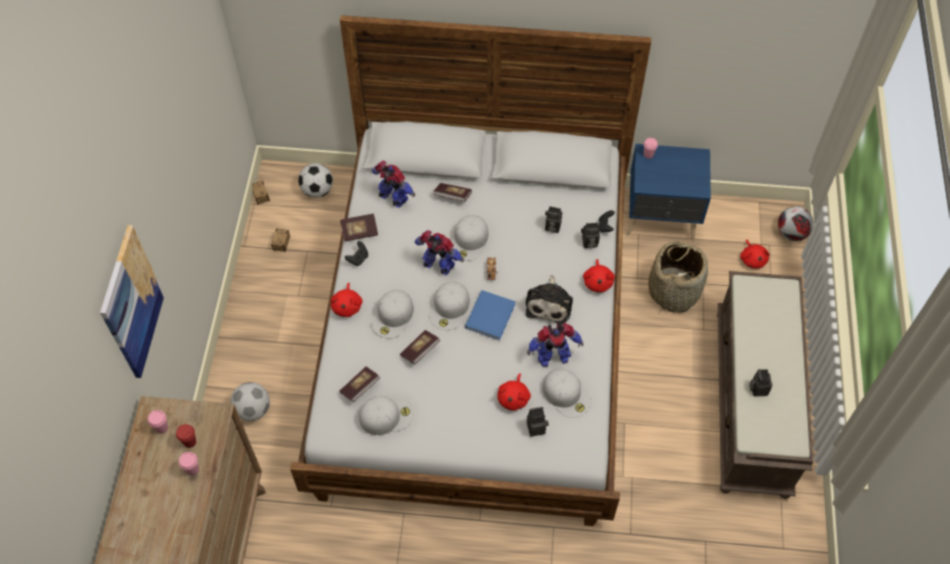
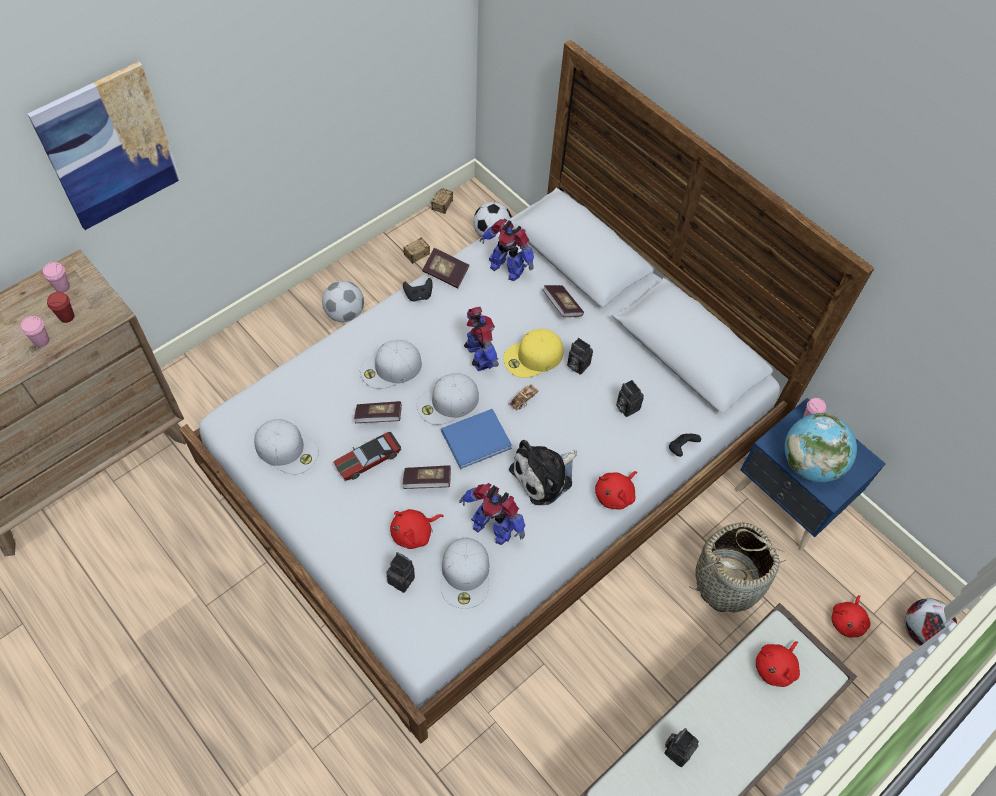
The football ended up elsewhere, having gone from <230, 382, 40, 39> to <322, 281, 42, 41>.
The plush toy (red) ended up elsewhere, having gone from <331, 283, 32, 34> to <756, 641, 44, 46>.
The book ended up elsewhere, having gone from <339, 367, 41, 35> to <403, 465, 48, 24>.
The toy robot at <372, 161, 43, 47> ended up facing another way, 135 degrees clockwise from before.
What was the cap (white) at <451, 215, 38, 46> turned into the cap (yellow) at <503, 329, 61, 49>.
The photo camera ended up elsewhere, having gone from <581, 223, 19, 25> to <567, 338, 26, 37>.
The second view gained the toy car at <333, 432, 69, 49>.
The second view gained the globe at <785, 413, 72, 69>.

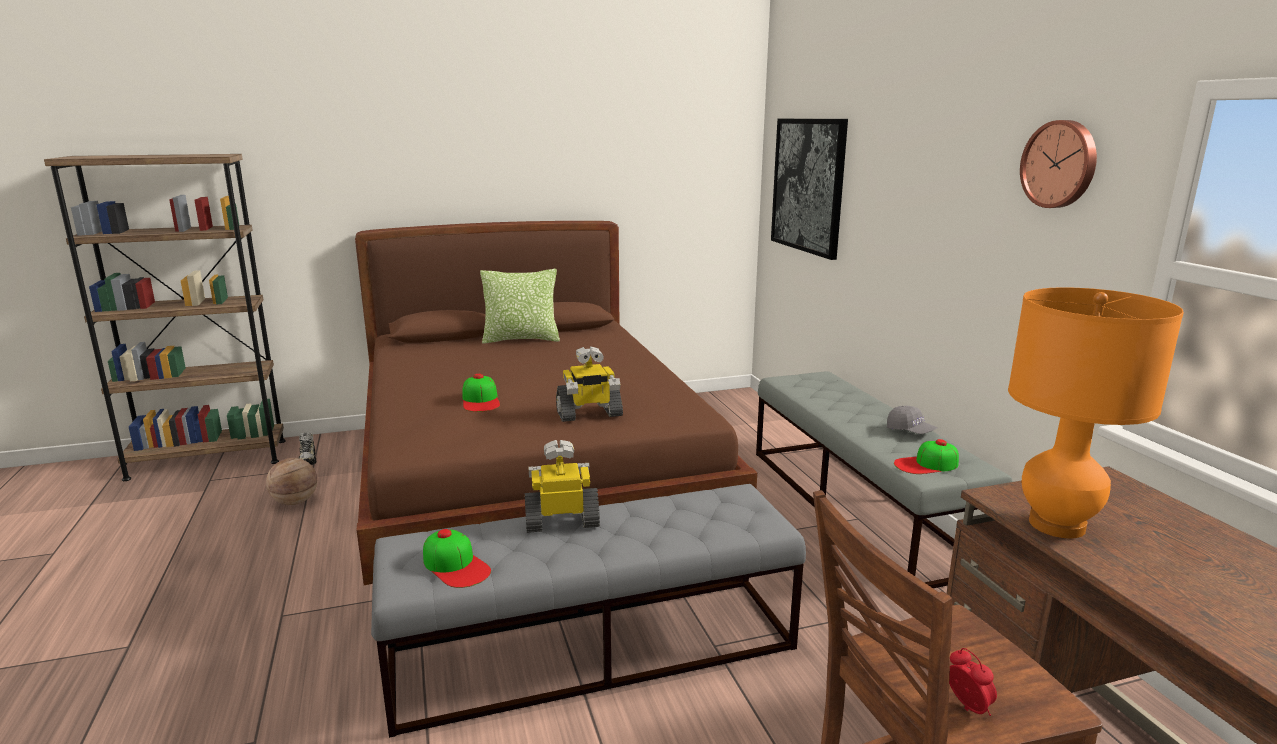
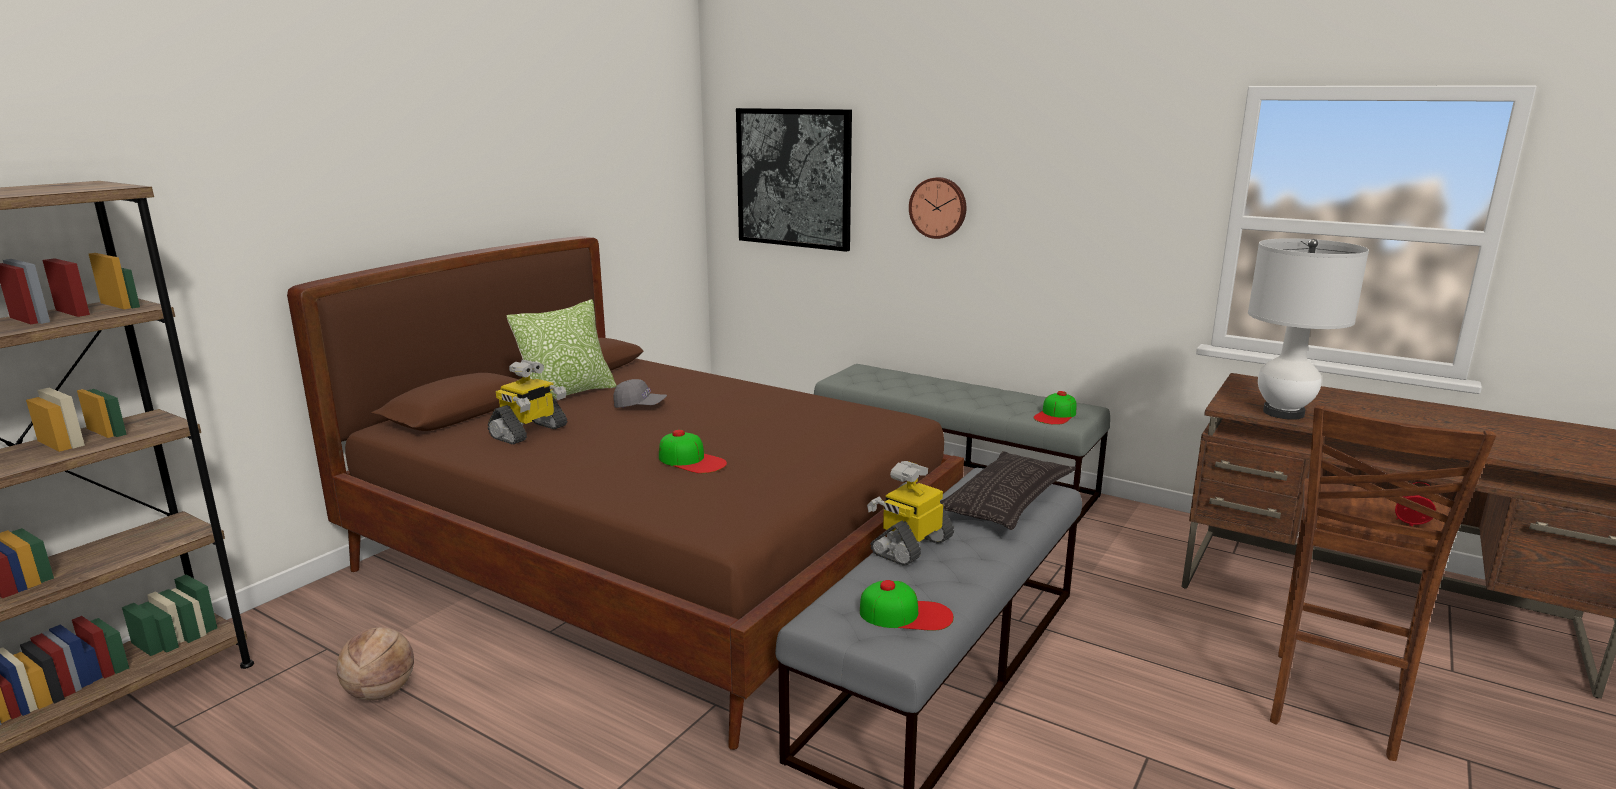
The second view lost the shoe at <299, 432, 17, 33>.
The toy robot ended up elsewhere, having gone from <556, 346, 67, 76> to <488, 360, 79, 85>.
The cap (grey) ended up elsewhere, having gone from <887, 406, 51, 28> to <613, 379, 54, 29>.
What was the table lamp (orange) at <1008, 287, 176, 252> turned into the table lamp (white) at <1248, 238, 121, 182>.
The wall clock ended up elsewhere, having gone from <1020, 120, 77, 88> to <909, 177, 57, 62>.
The second view gained the pillow at <940, 451, 136, 79>.

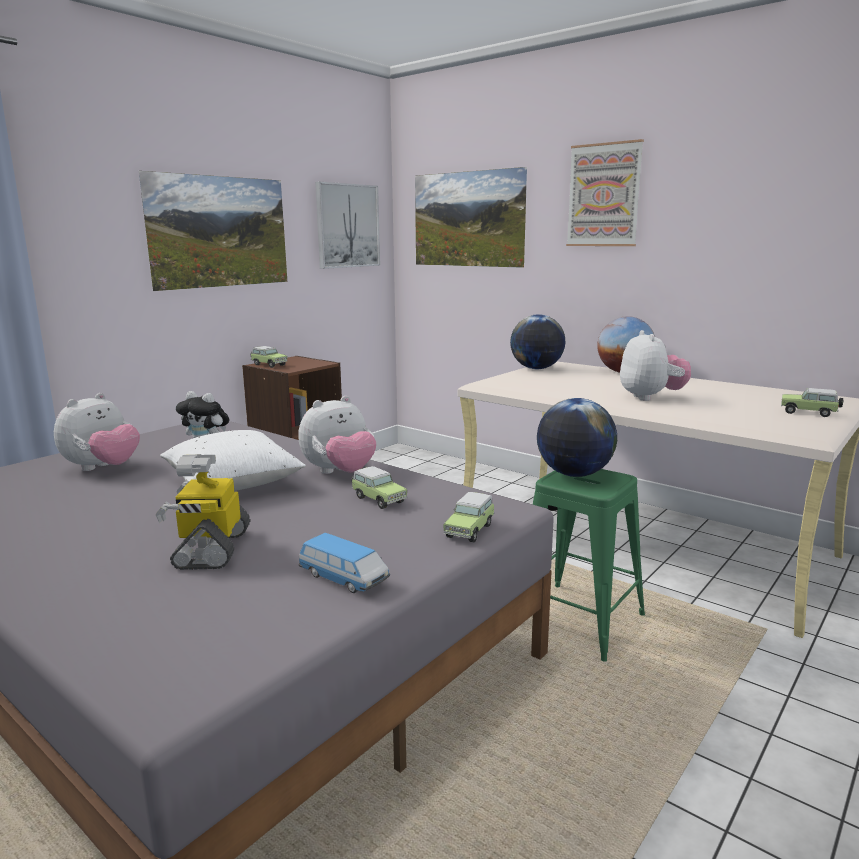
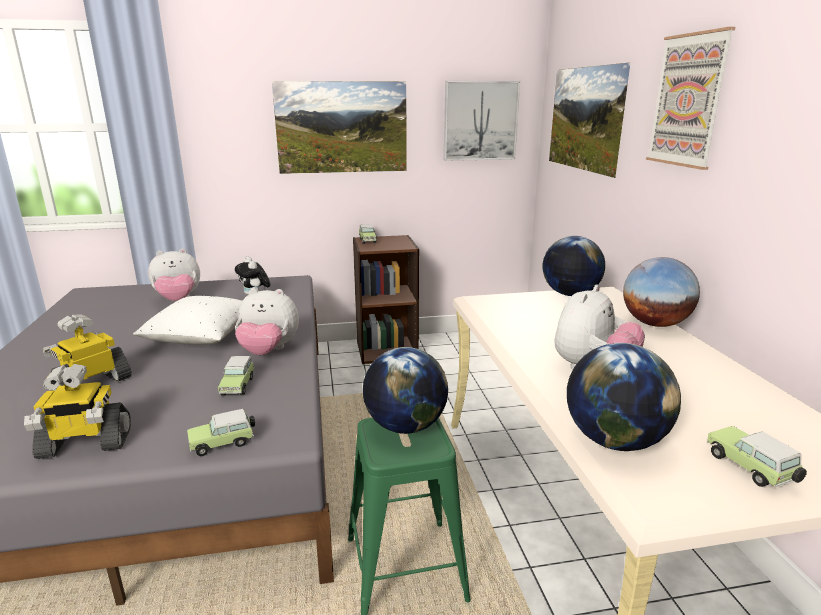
Where the toy car stood at <299, 533, 91, 60>, the toy robot came to stand at <24, 364, 107, 95>.
The second view gained the globe at <567, 343, 114, 108>.

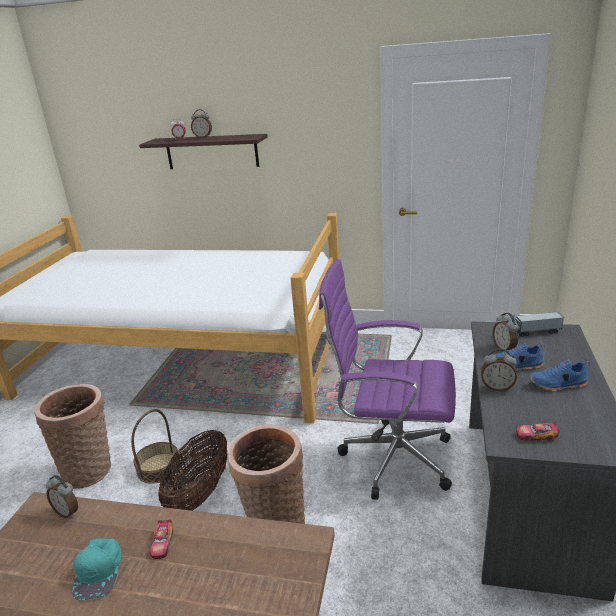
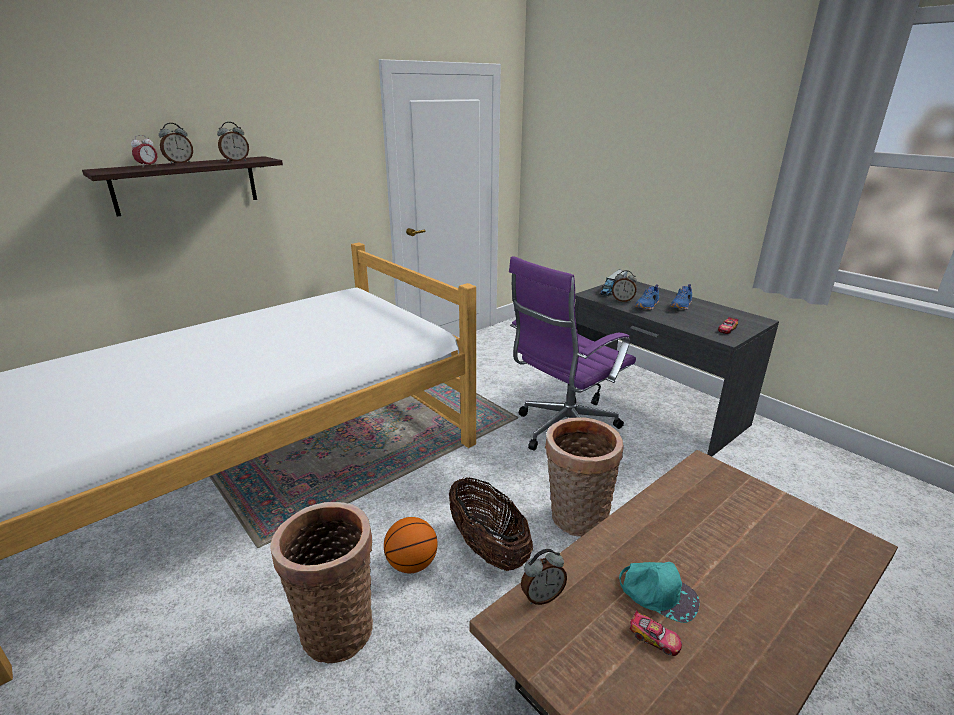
Where the basket stood at <131, 409, 47, 75>, the basketball came to stand at <384, 517, 54, 56>.
The toy car ended up elsewhere, having gone from <150, 520, 23, 39> to <630, 610, 52, 46>.
The alarm clock ended up elsewhere, having gone from <481, 349, 36, 42> to <217, 122, 32, 40>.

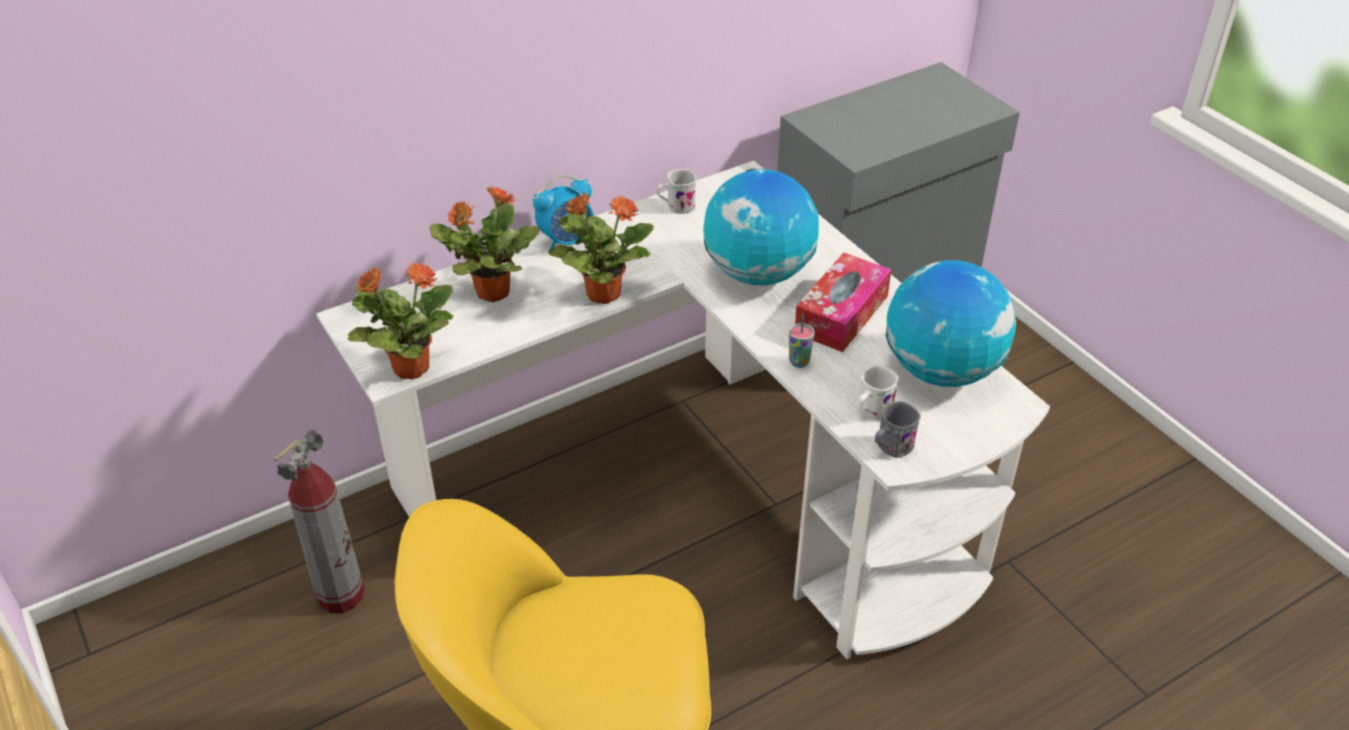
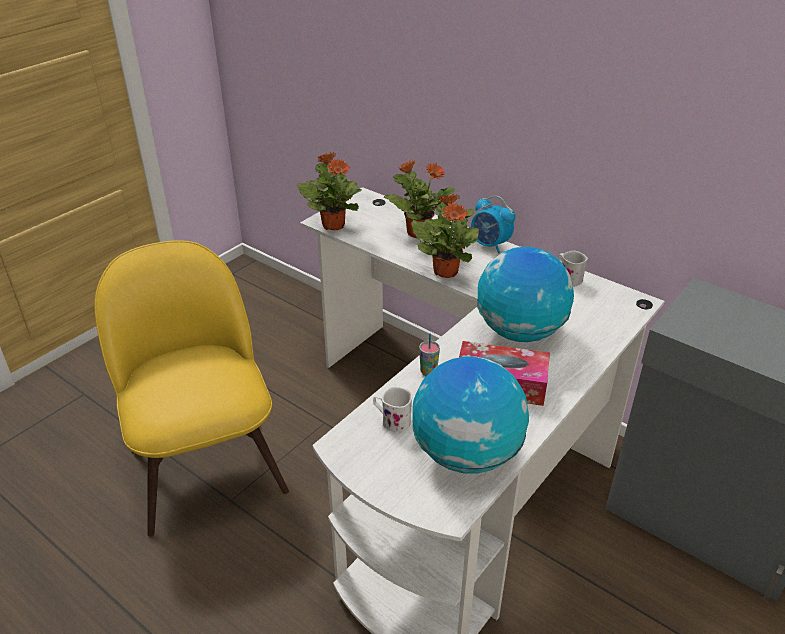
The second view lost the fire extinguisher at <274, 429, 91, 184>.
The second view lost the mug (grey) at <875, 401, 46, 57>.

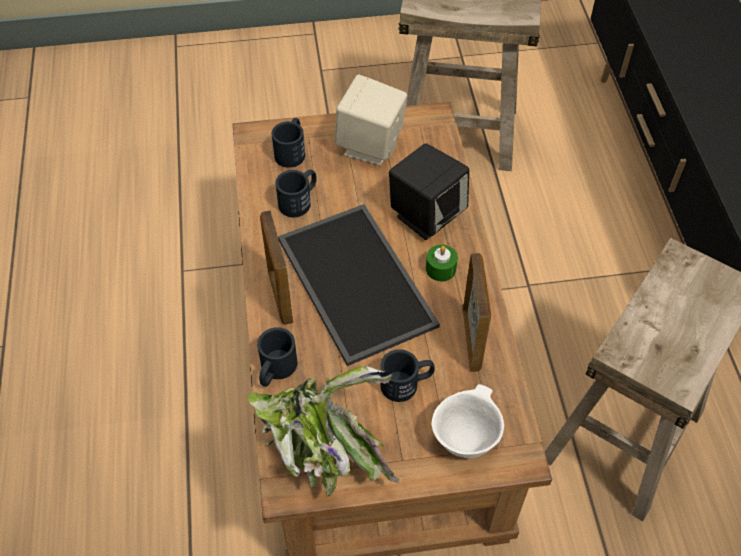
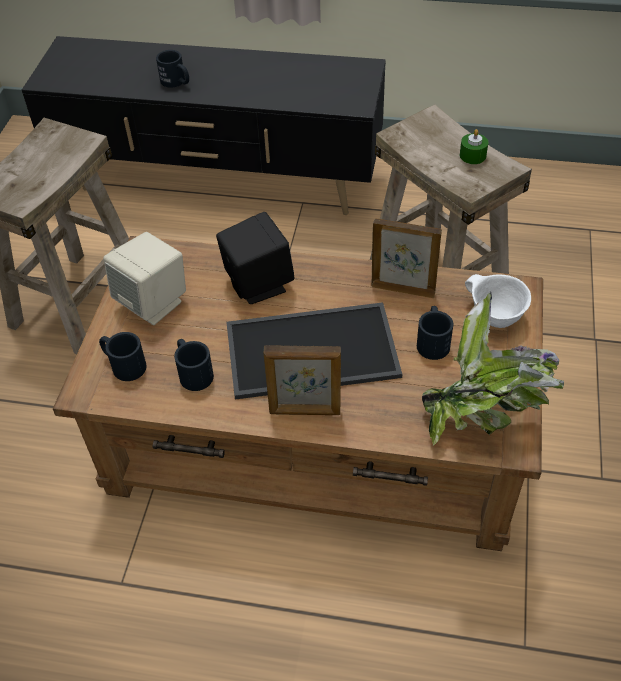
The mug (black) ended up elsewhere, having gone from <257, 327, 40, 59> to <156, 50, 33, 38>.
The candle (green) ended up elsewhere, having gone from <426, 245, 32, 36> to <460, 129, 28, 35>.

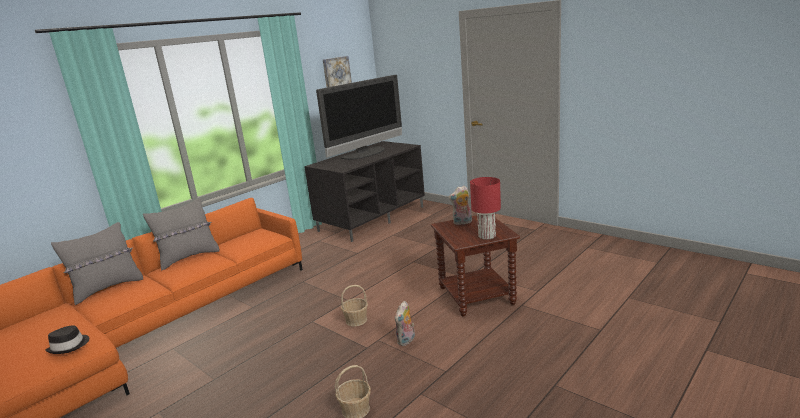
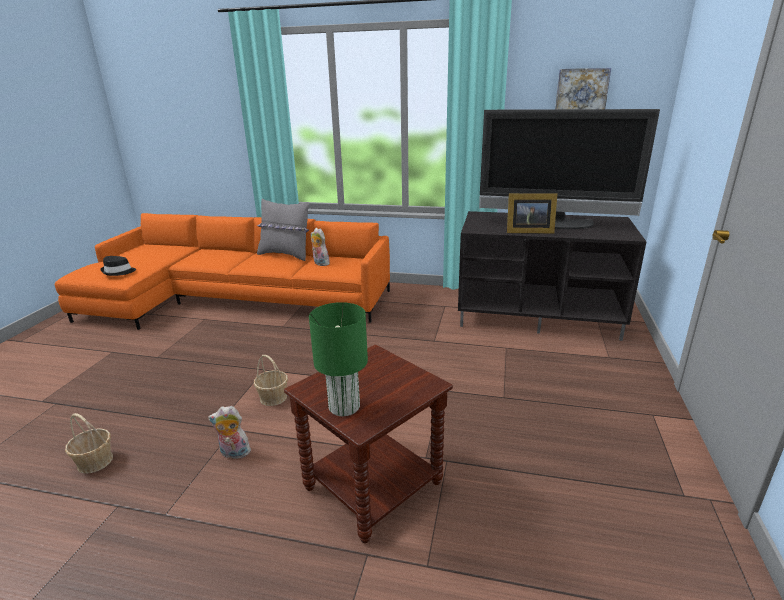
The second view lost the pillow (grey) at <51, 222, 92, 83>.
The plush toy ended up elsewhere, having gone from <449, 185, 23, 40> to <311, 228, 19, 38>.
What was the table lamp (red) at <470, 177, 31, 62> turned into the table lamp (green) at <309, 302, 59, 114>.
The second view gained the picture frame at <507, 193, 50, 41>.

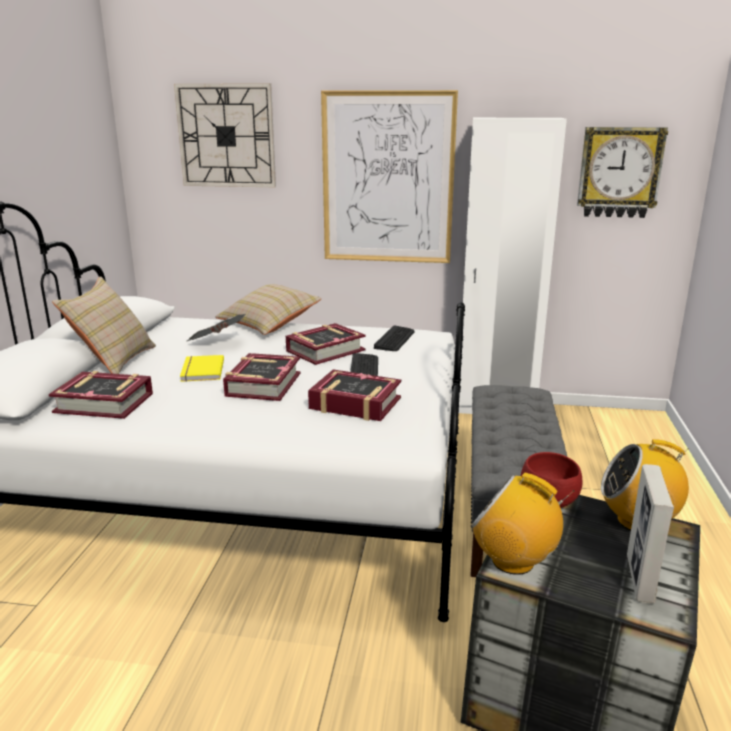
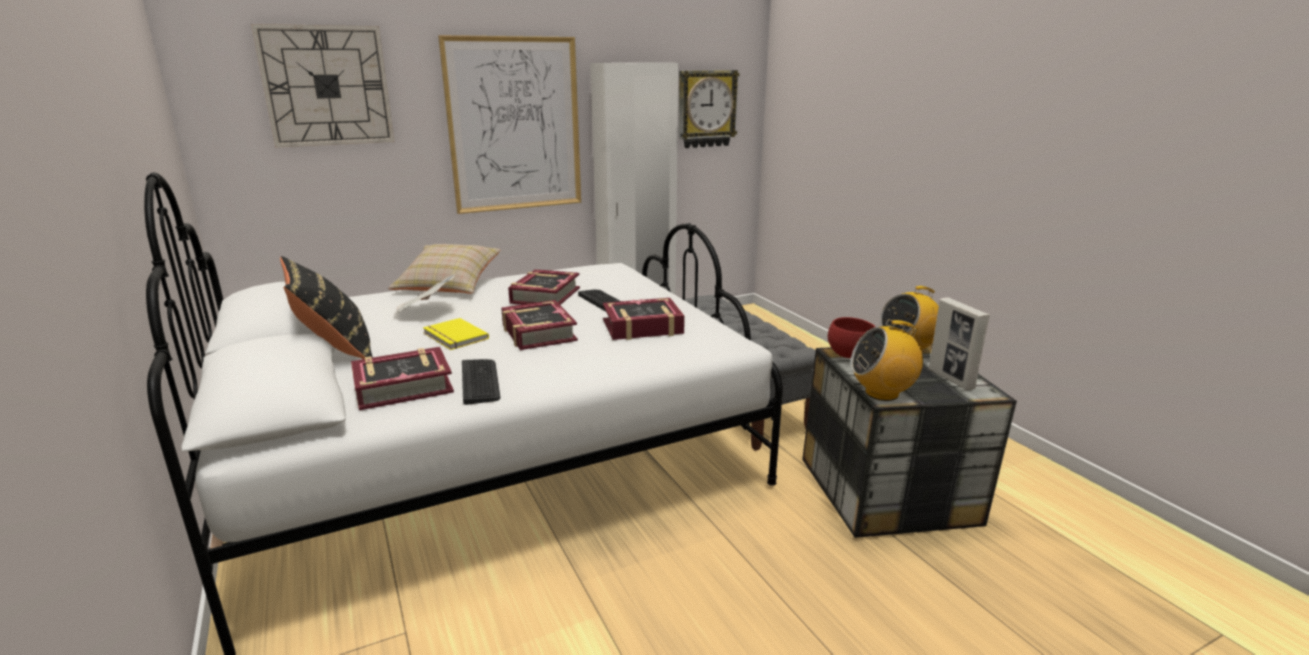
What was the pillow (beige) at <52, 276, 104, 98> turned into the pillow (black) at <280, 256, 93, 103>.
The keyboard ended up elsewhere, having gone from <374, 325, 41, 26> to <462, 359, 38, 46>.

